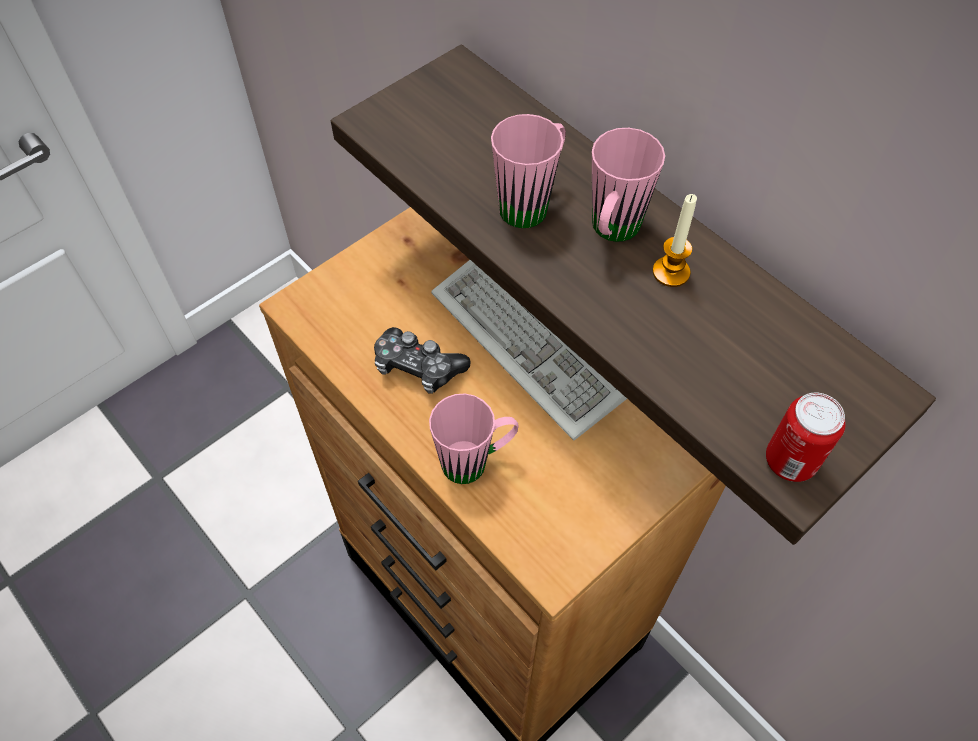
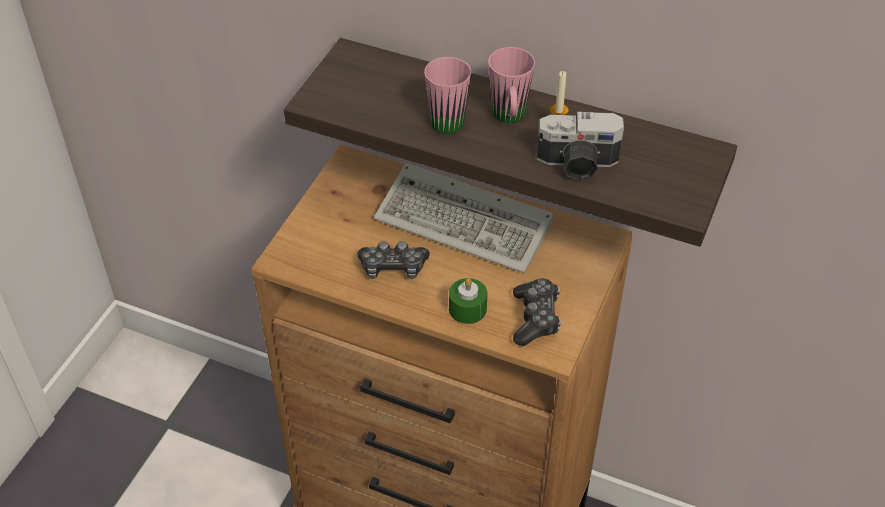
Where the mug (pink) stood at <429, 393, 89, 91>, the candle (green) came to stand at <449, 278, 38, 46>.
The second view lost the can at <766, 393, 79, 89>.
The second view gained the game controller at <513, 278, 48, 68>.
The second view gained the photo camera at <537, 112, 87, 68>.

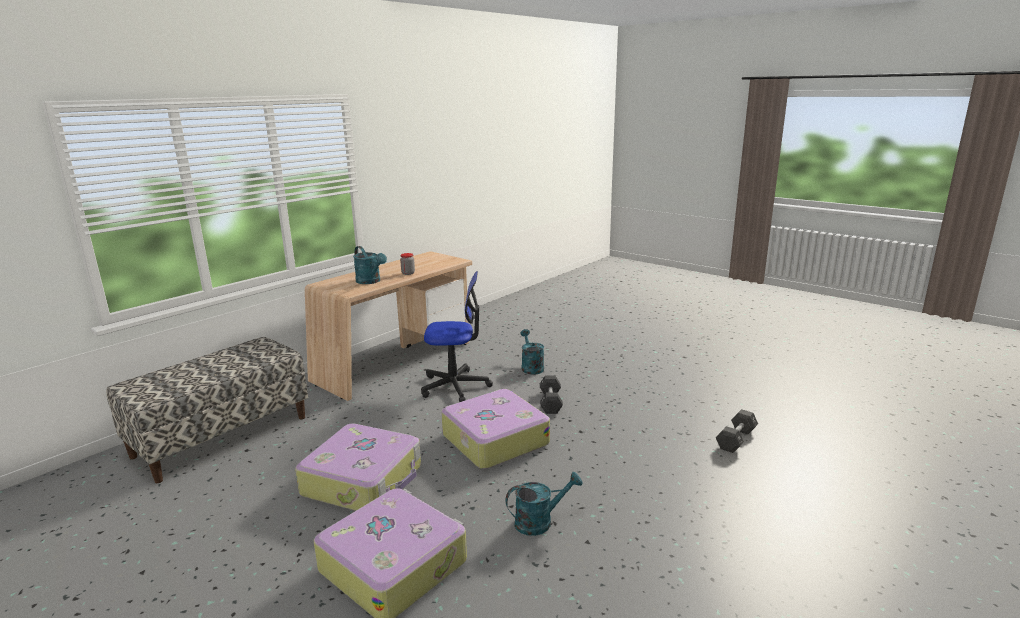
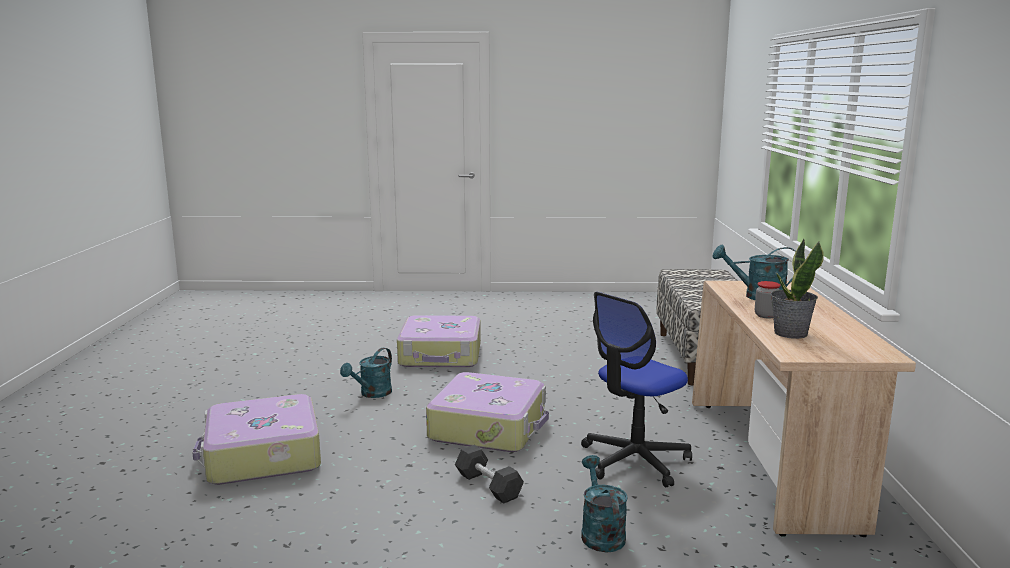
The suitcase ended up elsewhere, having gone from <295, 423, 126, 88> to <192, 394, 129, 91>.
The watering can (turquoise) at <520, 329, 24, 46> ended up facing another way, 135 degrees counterclockwise from before.
The second view lost the dumbbell (black) at <716, 409, 42, 44>.
The second view gained the potted plant at <770, 238, 54, 101>.

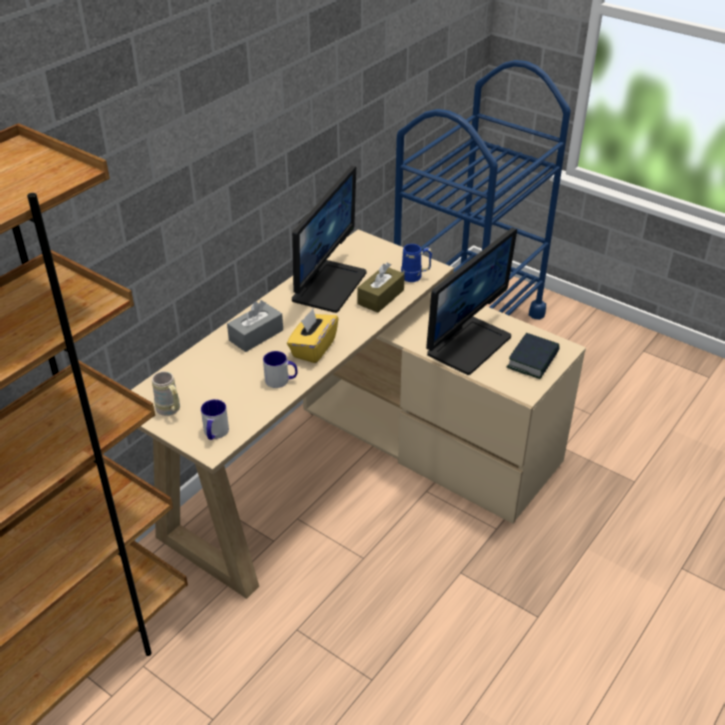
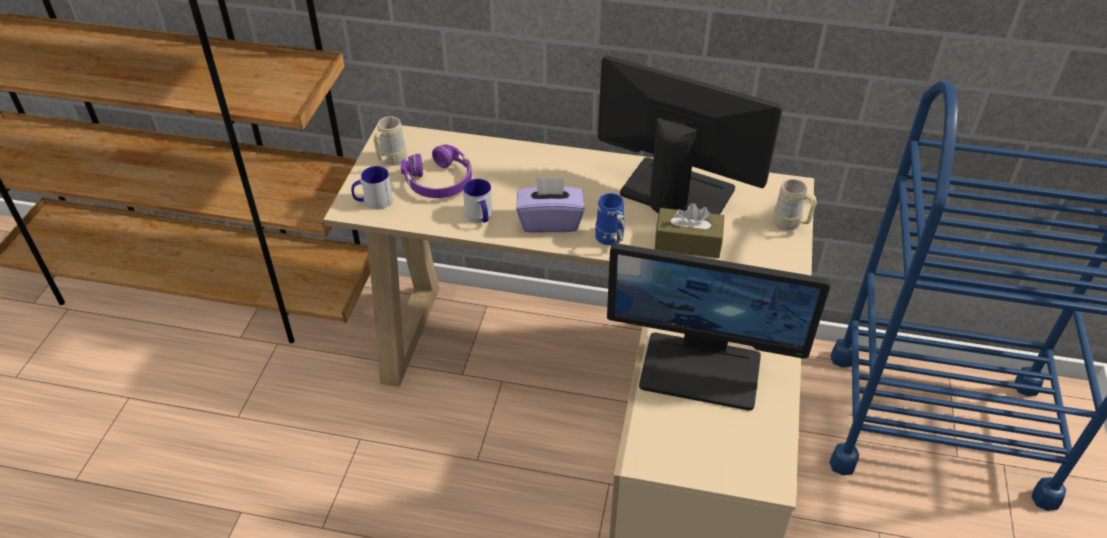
The second view lost the tissue box (grey) at <227, 300, 56, 52>.
What was the tissue box (yellow) at <287, 309, 52, 54> turned into the tissue box (purple) at <516, 177, 69, 56>.
The monitor at <292, 166, 75, 147> ended up facing another way, 150 degrees counterclockwise from before.
The mug (blue) ended up elsewhere, having gone from <401, 244, 31, 38> to <595, 193, 29, 52>.
The second view lost the book at <507, 333, 53, 46>.
The second view gained the headphones (purple) at <401, 144, 71, 54>.
The second view gained the mug (beige) at <773, 179, 44, 52>.

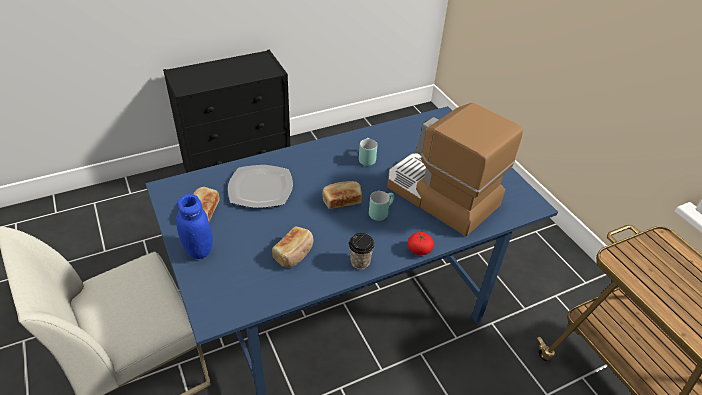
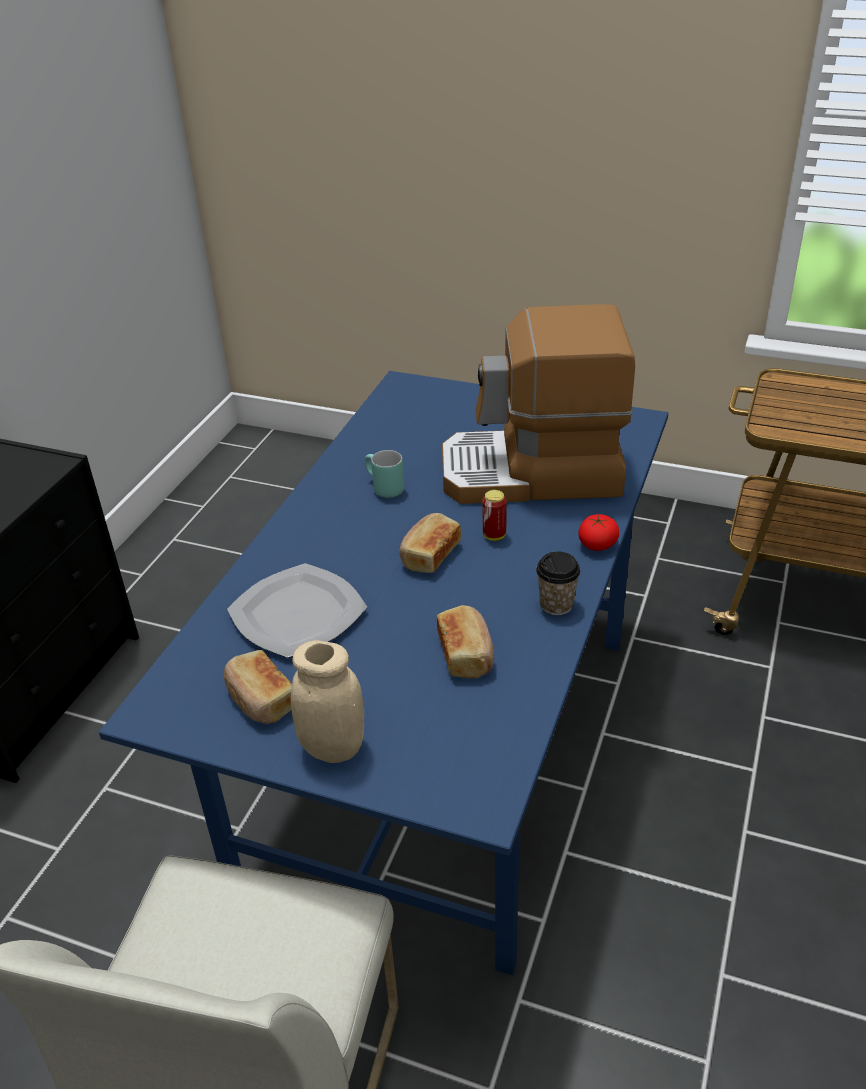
What was the jar (blue) at <176, 194, 37, 65> turned into the jar (beige) at <291, 640, 74, 123>.
Where the mug (turquoise) stood at <369, 191, 25, 30>, the can came to stand at <482, 490, 25, 51>.

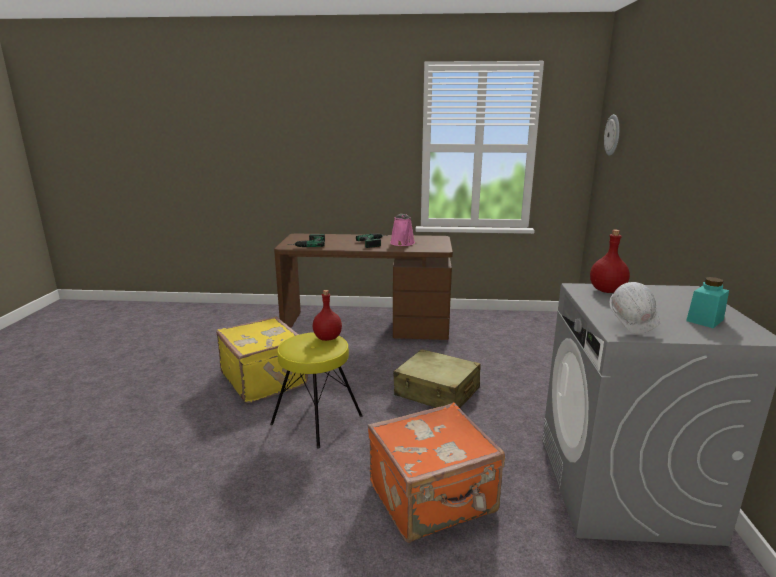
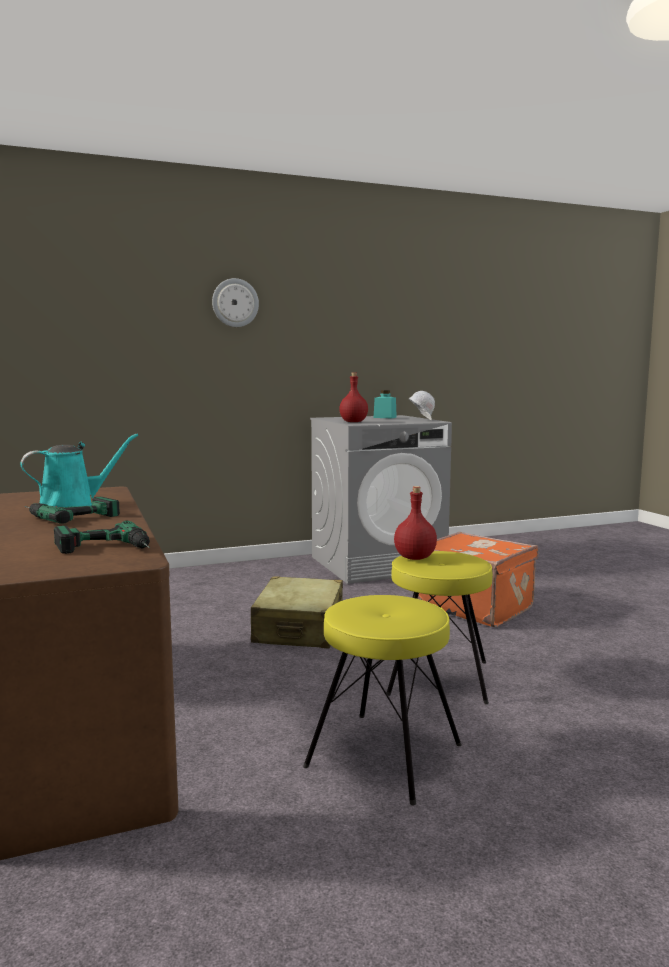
Where the suitcase (yellow) stood at <216, 316, 92, 87>, the stool (yellow) came to stand at <303, 595, 159, 210>.
What was the watering can (pink) at <390, 214, 25, 32> turned into the watering can (turquoise) at <20, 434, 118, 73>.
The wall clock ended up elsewhere, having gone from <604, 114, 15, 42> to <212, 278, 47, 49>.

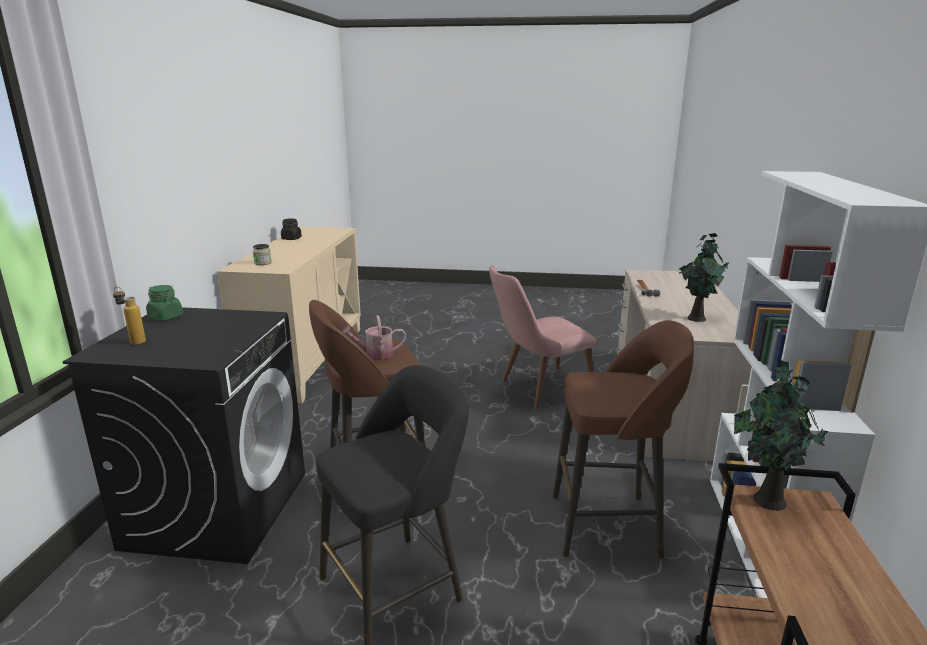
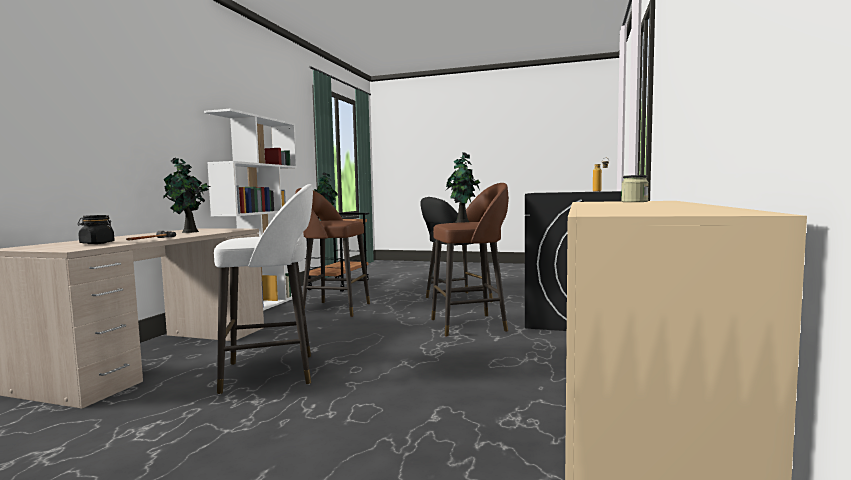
The second view lost the jar (green) at <146, 285, 37, 36>.
The jar (black) ended up elsewhere, having gone from <281, 218, 21, 22> to <78, 215, 37, 29>.
Where the watering can stood at <342, 315, 64, 45>, the potted plant came to stand at <446, 152, 34, 70>.
Where the chair (pink) stood at <489, 265, 108, 145>, the stool (white) came to stand at <214, 184, 99, 210>.

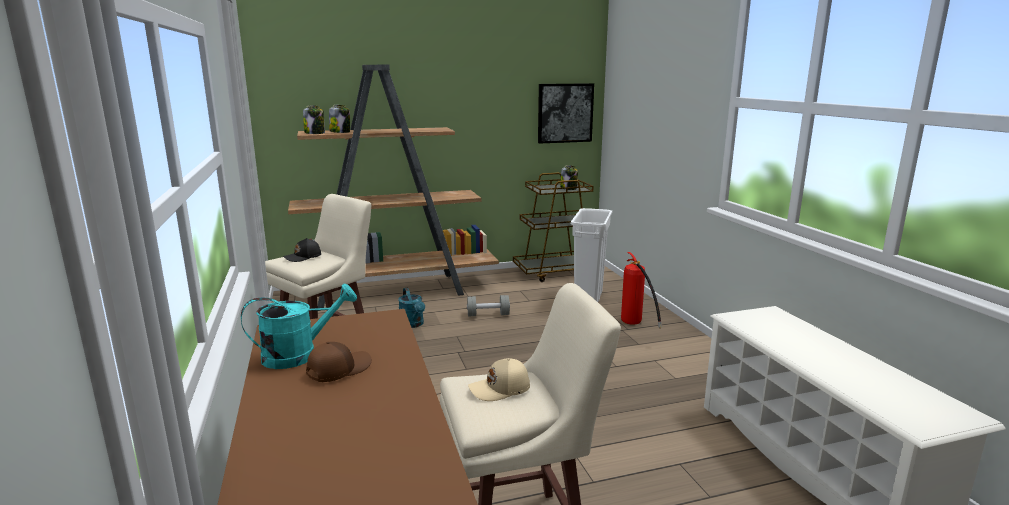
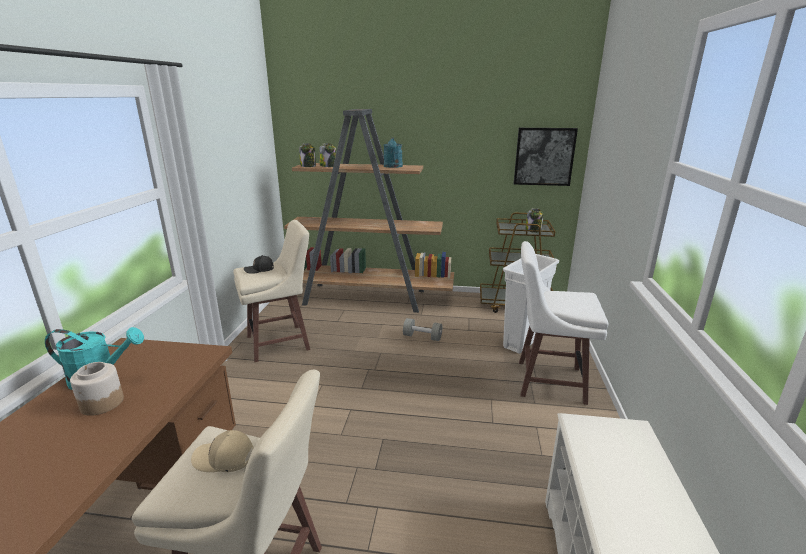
Where the cap (brown) stood at <306, 342, 66, 40>, the jar came to stand at <70, 362, 54, 54>.
The watering can (turquoise) ended up elsewhere, having gone from <398, 288, 27, 40> to <384, 138, 19, 30>.
Where the fire extinguisher stood at <621, 252, 41, 76>, the stool (white) came to stand at <519, 241, 89, 164>.

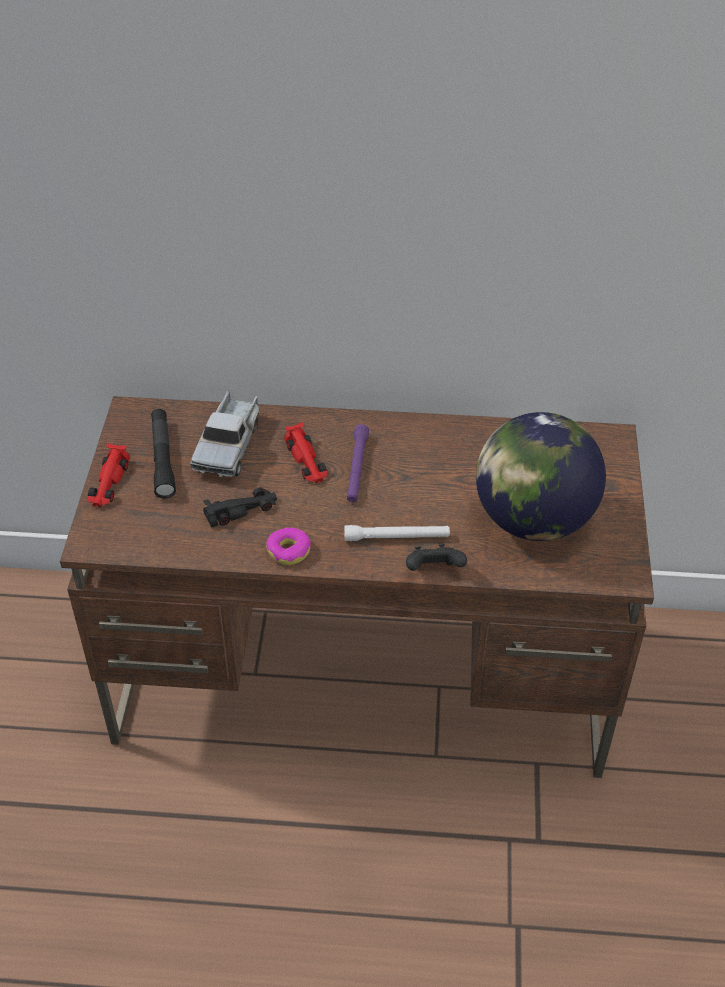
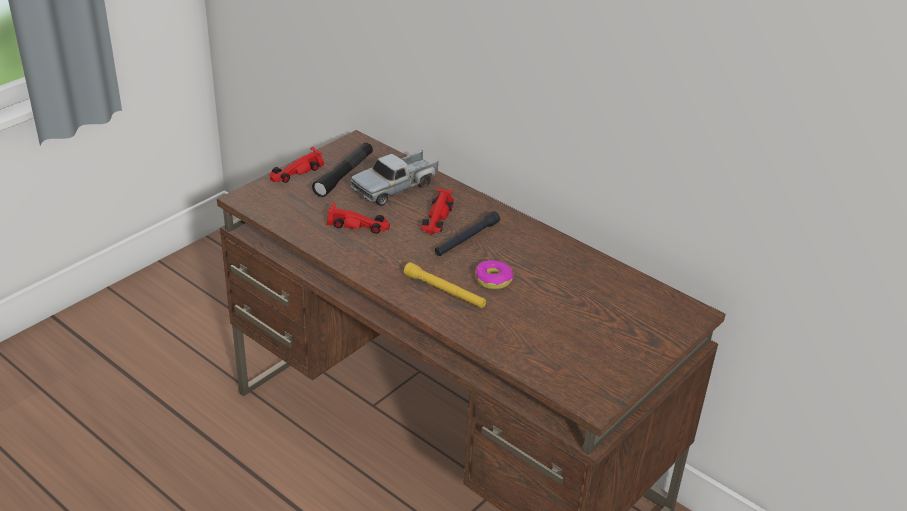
What was the toy car (black) at <203, 487, 74, 41> turned into the toy car (red) at <327, 203, 63, 31>.
The donut ended up elsewhere, having gone from <266, 528, 45, 37> to <475, 260, 38, 29>.
What was the flashlight (white) at <344, 525, 106, 16> turned into the flashlight (yellow) at <404, 262, 82, 46>.
What was the flashlight (purple) at <347, 424, 22, 78> turned into the flashlight (black) at <435, 211, 65, 45>.
The second view lost the game controller (black) at <406, 544, 61, 27>.
The second view lost the globe at <476, 412, 130, 129>.

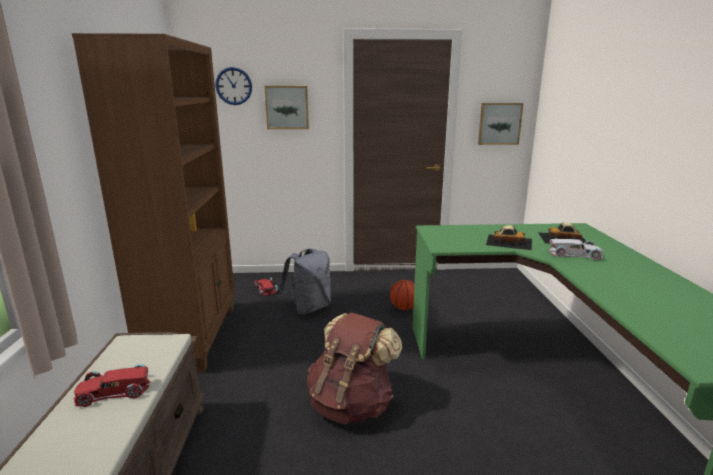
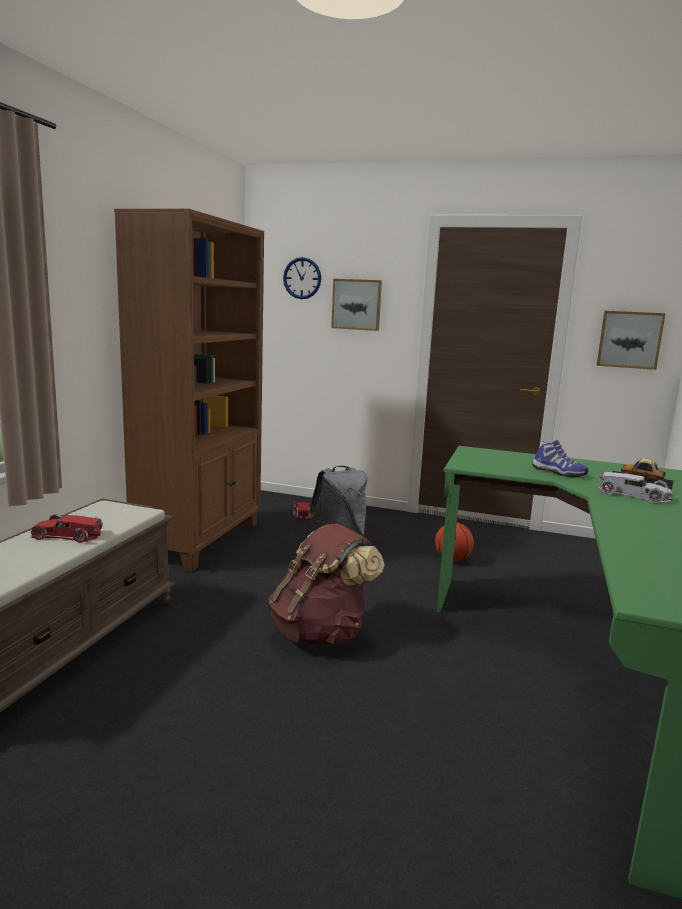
Where the toy car stood at <486, 225, 46, 25>, the shoe came to stand at <532, 440, 56, 37>.

